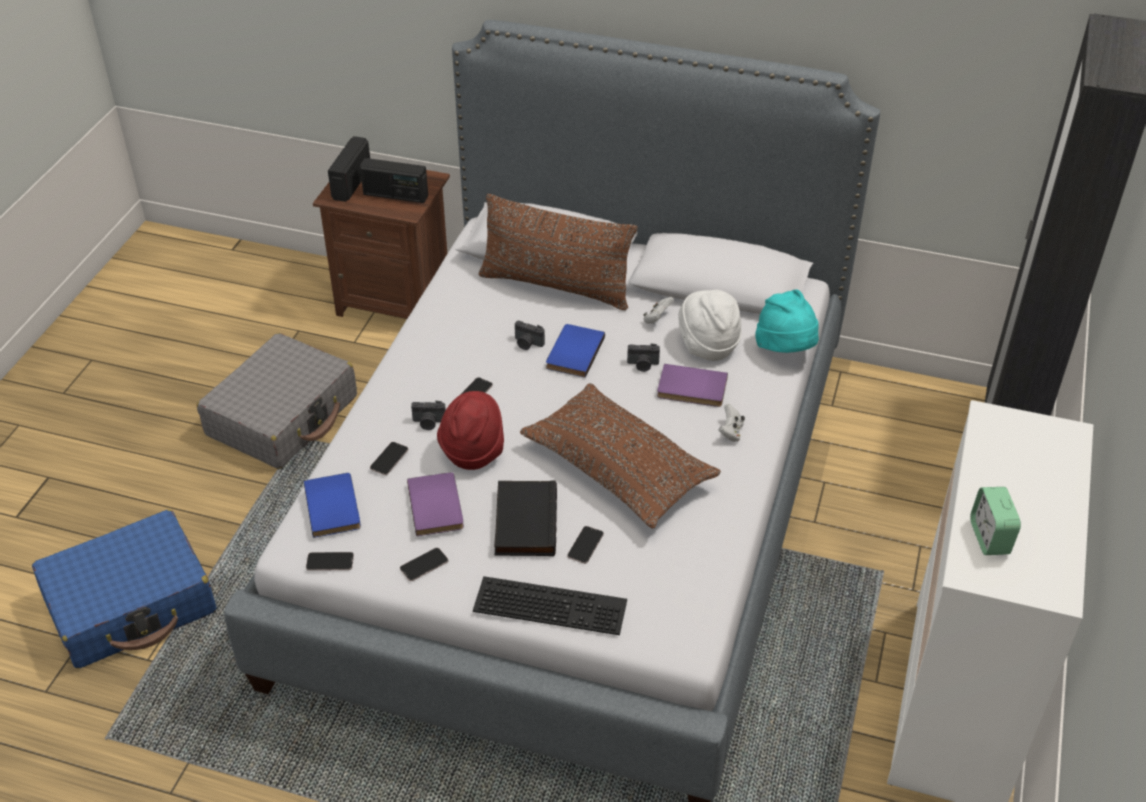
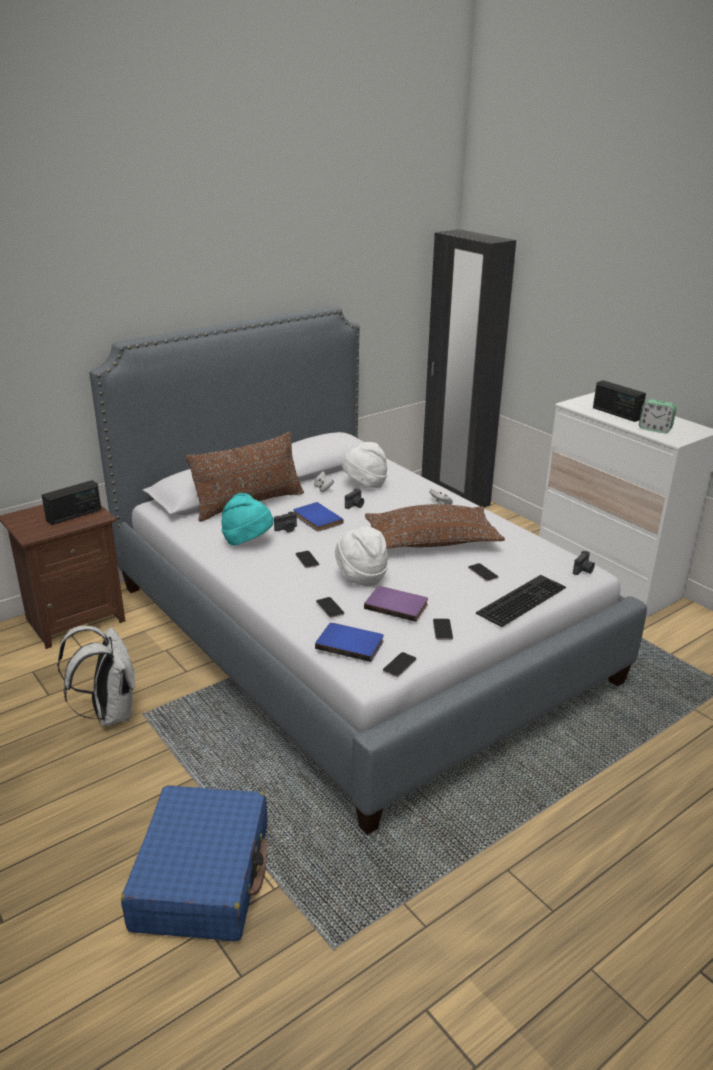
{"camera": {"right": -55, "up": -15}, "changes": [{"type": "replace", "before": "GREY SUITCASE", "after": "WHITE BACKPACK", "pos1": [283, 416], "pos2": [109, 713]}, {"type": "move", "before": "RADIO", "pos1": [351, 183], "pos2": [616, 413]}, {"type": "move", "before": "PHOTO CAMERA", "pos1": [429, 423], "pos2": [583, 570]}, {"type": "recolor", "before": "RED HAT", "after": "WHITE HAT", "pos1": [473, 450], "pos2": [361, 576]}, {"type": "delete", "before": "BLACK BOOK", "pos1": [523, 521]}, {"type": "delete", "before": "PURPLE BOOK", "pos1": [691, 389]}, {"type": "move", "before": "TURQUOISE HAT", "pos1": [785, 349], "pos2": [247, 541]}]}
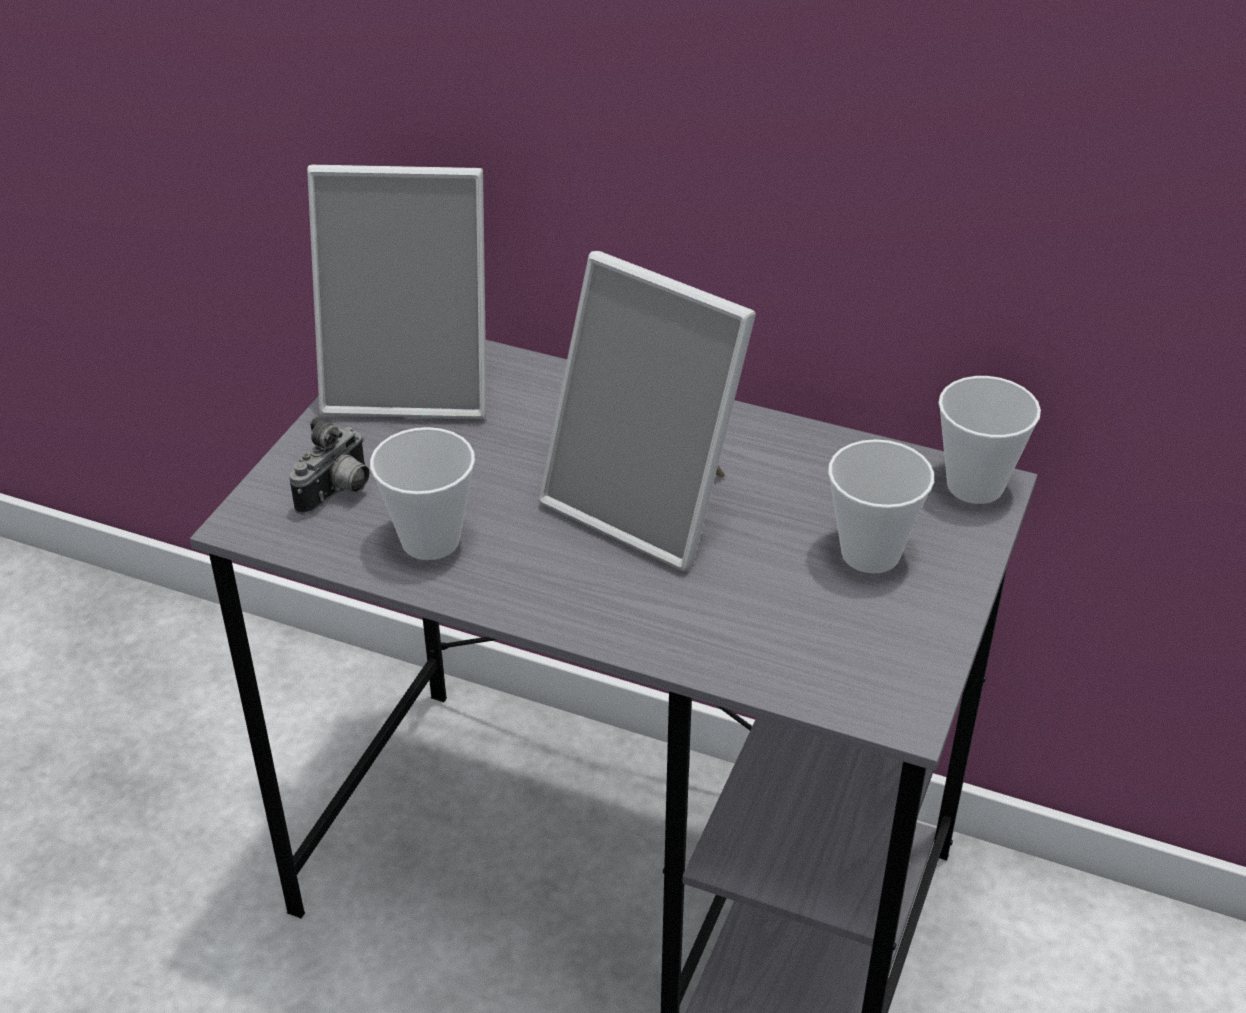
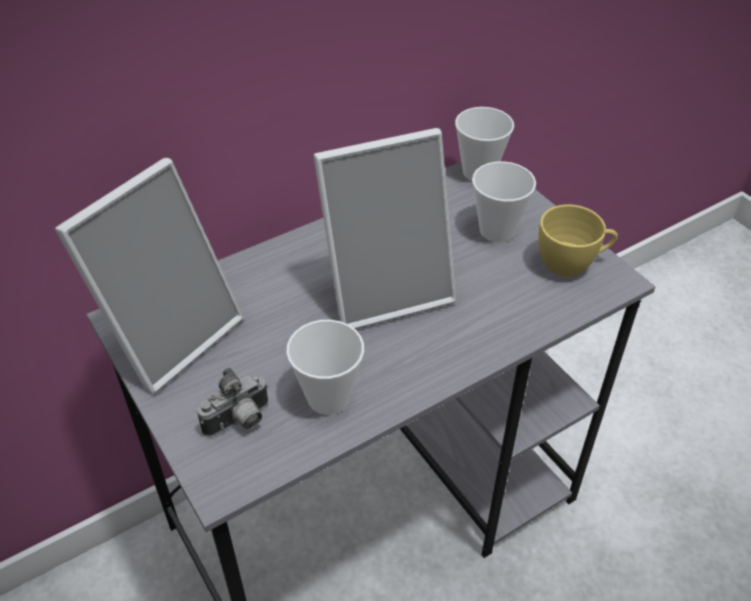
{"camera": {"right": -55, "up": 5}, "changes": [{"type": "rotate", "before": "PHOTO CAMERA", "pos1": [338, 493], "pos2": [239, 422], "turn": 75}, {"type": "insert", "after": "YELLOW CUP", "pos2": [572, 264]}]}
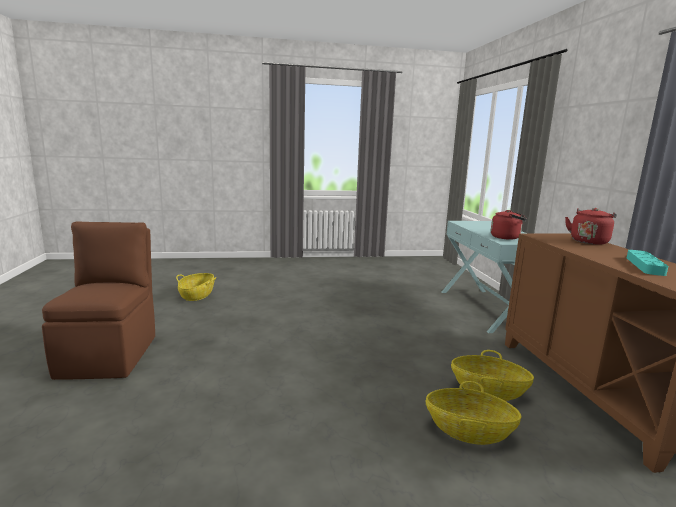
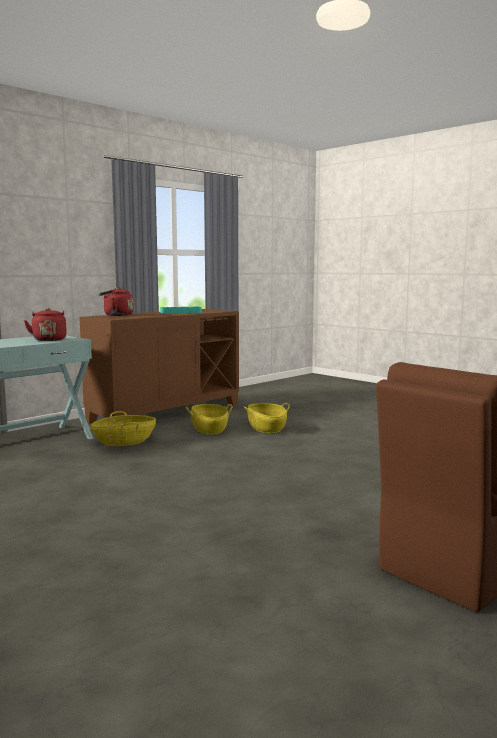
{"camera": {"right": -125, "up": -5}, "changes": [{"type": "move", "before": "BASKET", "pos1": [197, 295], "pos2": [124, 441]}]}
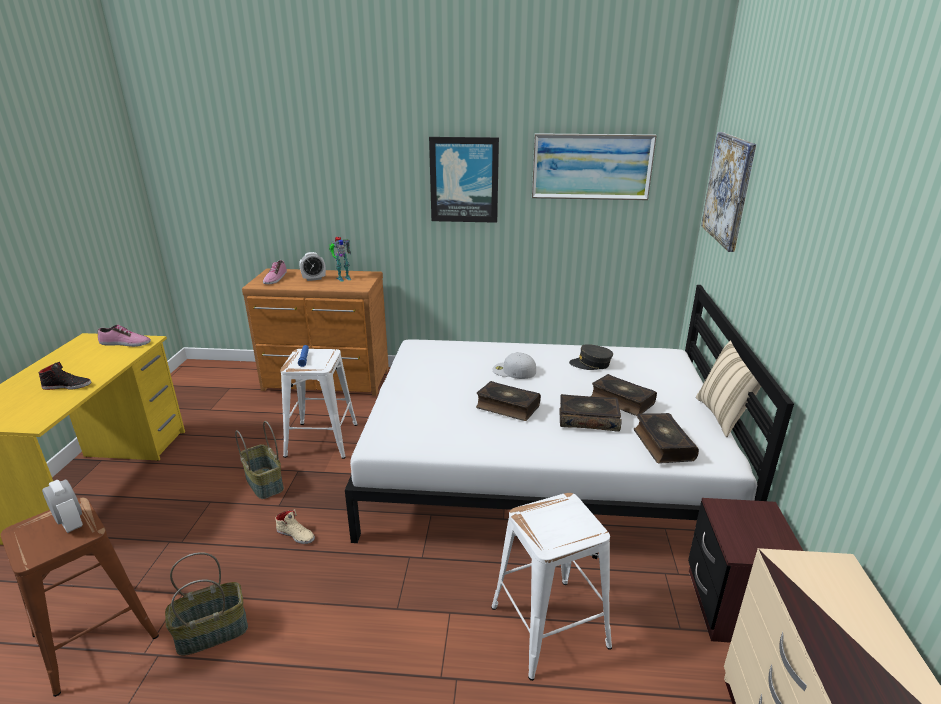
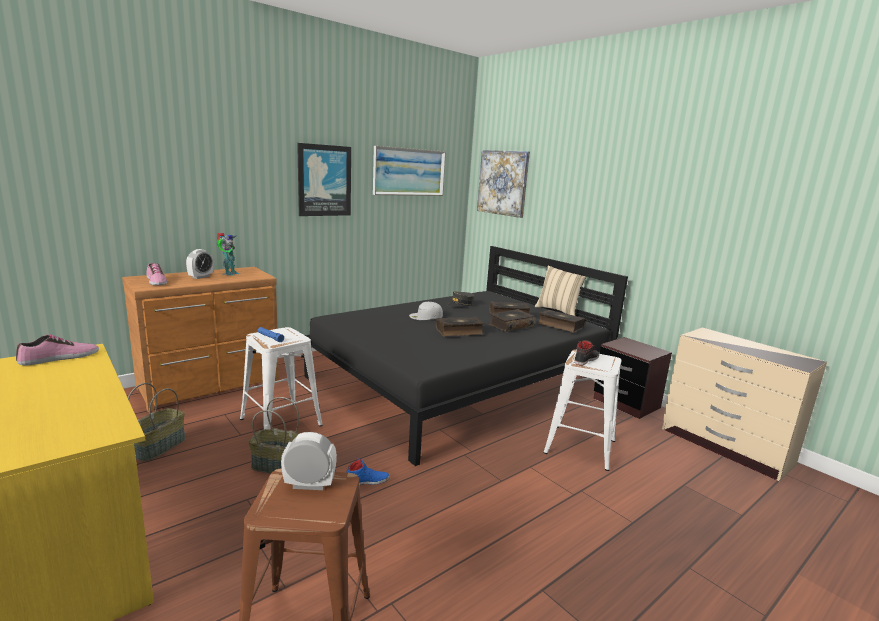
{"camera": {"right": -45, "up": -10}, "changes": [{"type": "move", "before": "BLACK SHOE", "pos1": [67, 386], "pos2": [586, 359]}, {"type": "move", "before": "BASKET", "pos1": [213, 631], "pos2": [159, 446]}, {"type": "recolor", "before": "BEIGE SHOE", "after": "BLUE SHOE", "pos1": [296, 534], "pos2": [367, 481]}, {"type": "recolor", "before": "WHITE BED", "after": "BLACK BED", "pos1": [542, 466], "pos2": [460, 382]}]}
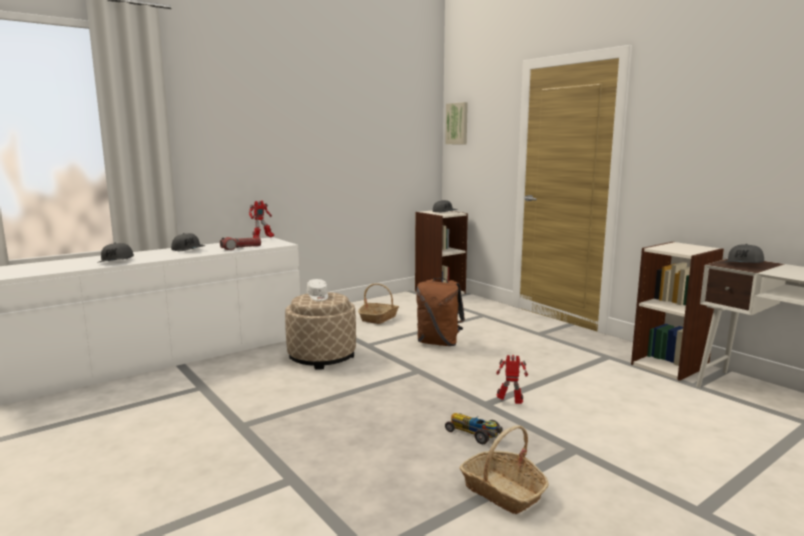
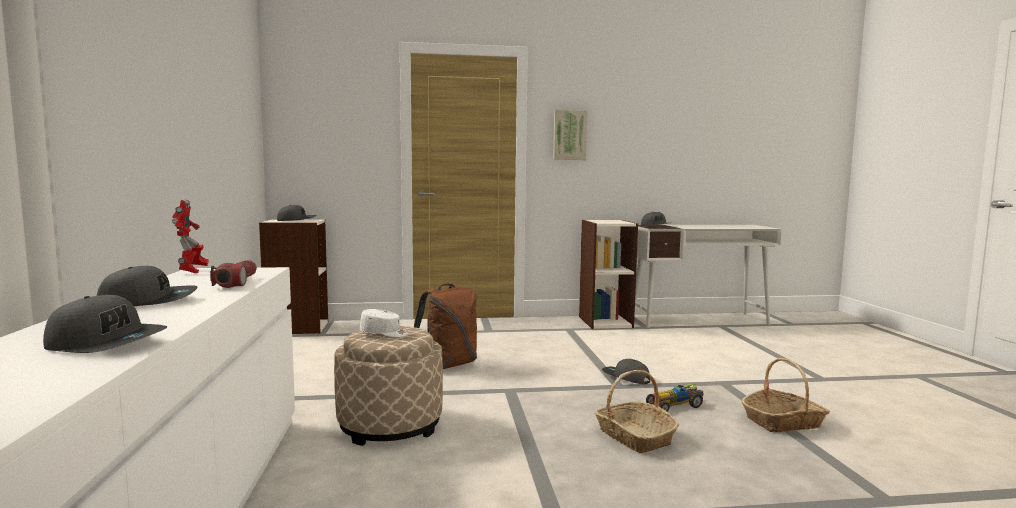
{"camera": {"right": -60, "up": -5}, "changes": [{"type": "move", "before": "BASKET", "pos1": [379, 318], "pos2": [634, 436]}, {"type": "move", "before": "PICTURE", "pos1": [457, 123], "pos2": [569, 135]}, {"type": "replace", "before": "TOY ROBOT", "after": "GREY CAP", "pos1": [510, 403], "pos2": [625, 378]}]}
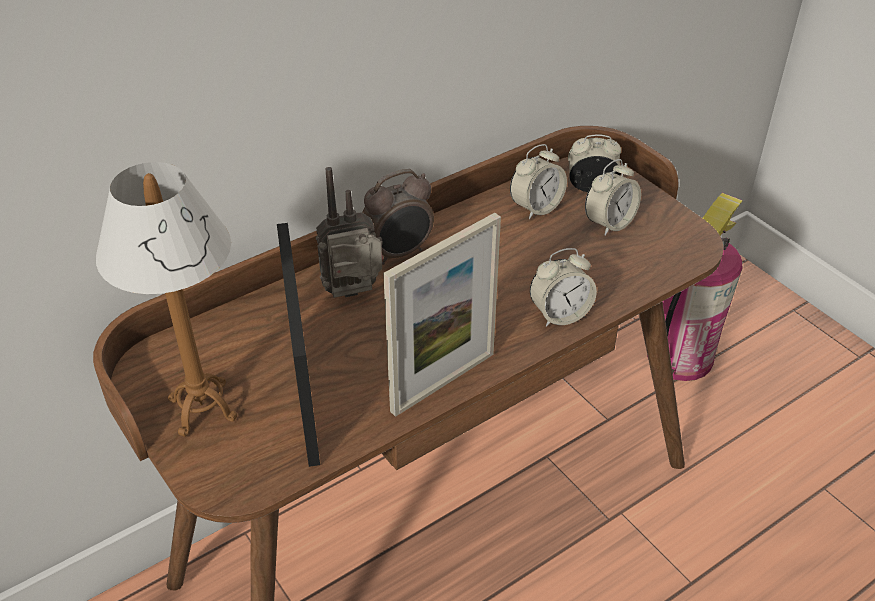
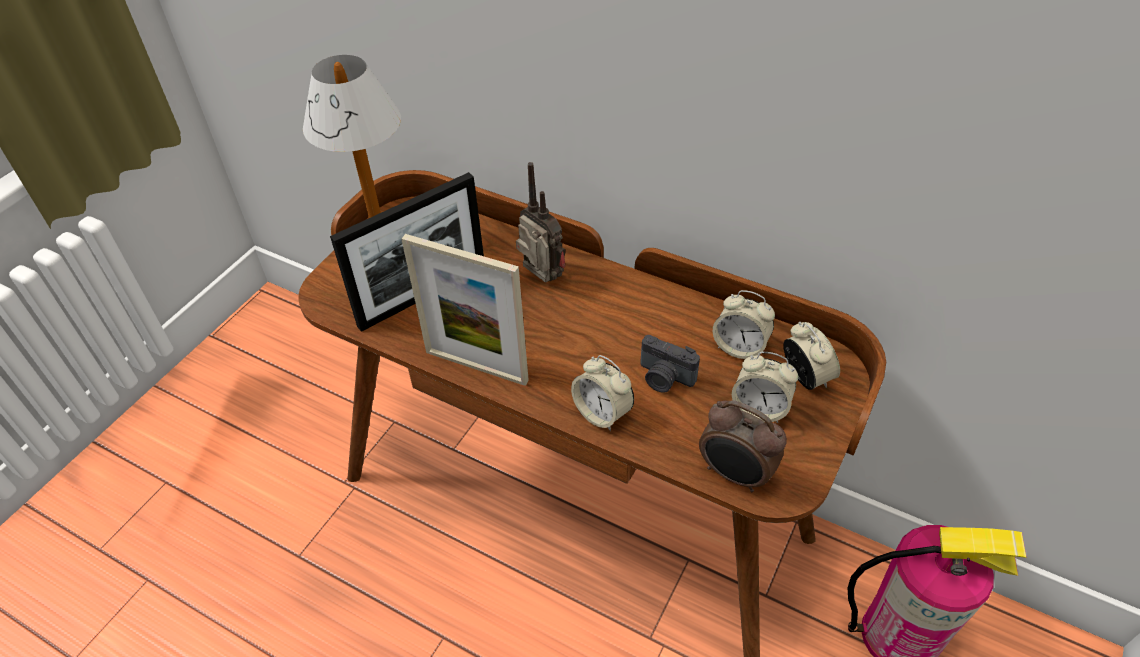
{"camera": {"right": 65, "up": 5}, "changes": [{"type": "move", "before": "ALARM CLOCK", "pos1": [399, 253], "pos2": [734, 475]}, {"type": "insert", "after": "PHOTO CAMERA", "pos2": [664, 378]}]}
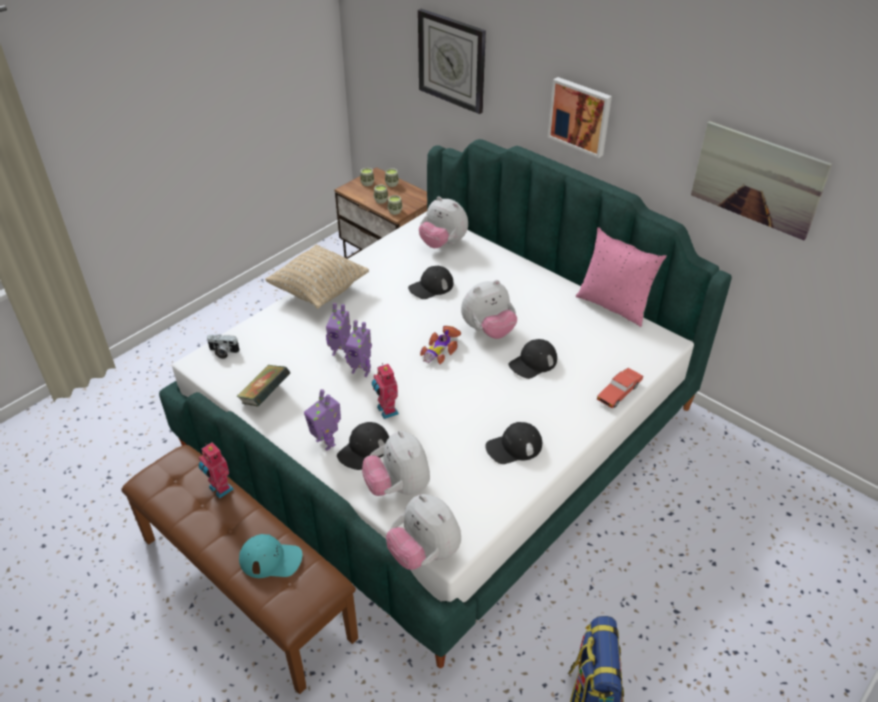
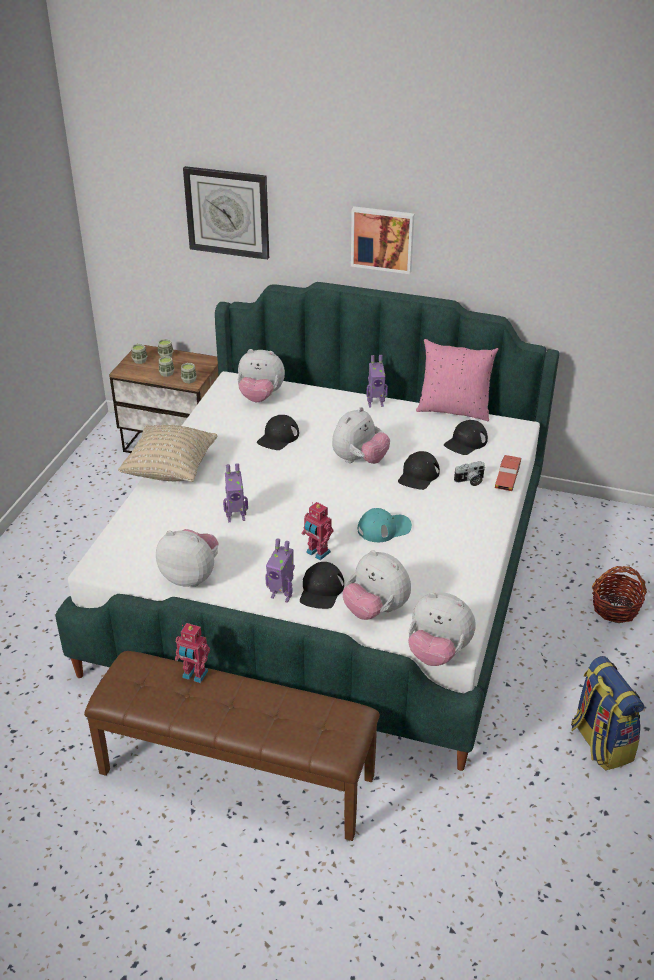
{"camera": {"right": -25, "up": -5}, "changes": [{"type": "move", "before": "PHOTO CAMERA", "pos1": [223, 352], "pos2": [470, 481]}, {"type": "replace", "before": "BOOK", "after": "PLUSH TOY", "pos1": [265, 396], "pos2": [191, 576]}, {"type": "move", "before": "TURQUOISE CAP", "pos1": [271, 559], "pos2": [384, 528]}, {"type": "move", "before": "TOY ROBOT", "pos1": [361, 371], "pos2": [375, 404]}, {"type": "delete", "before": "TOY CAR", "pos1": [440, 350]}, {"type": "move", "before": "BLACK CAP", "pos1": [513, 447], "pos2": [465, 442]}, {"type": "delete", "before": "PICTURE", "pos1": [757, 179]}, {"type": "insert", "after": "BASKET", "pos2": [615, 608]}]}
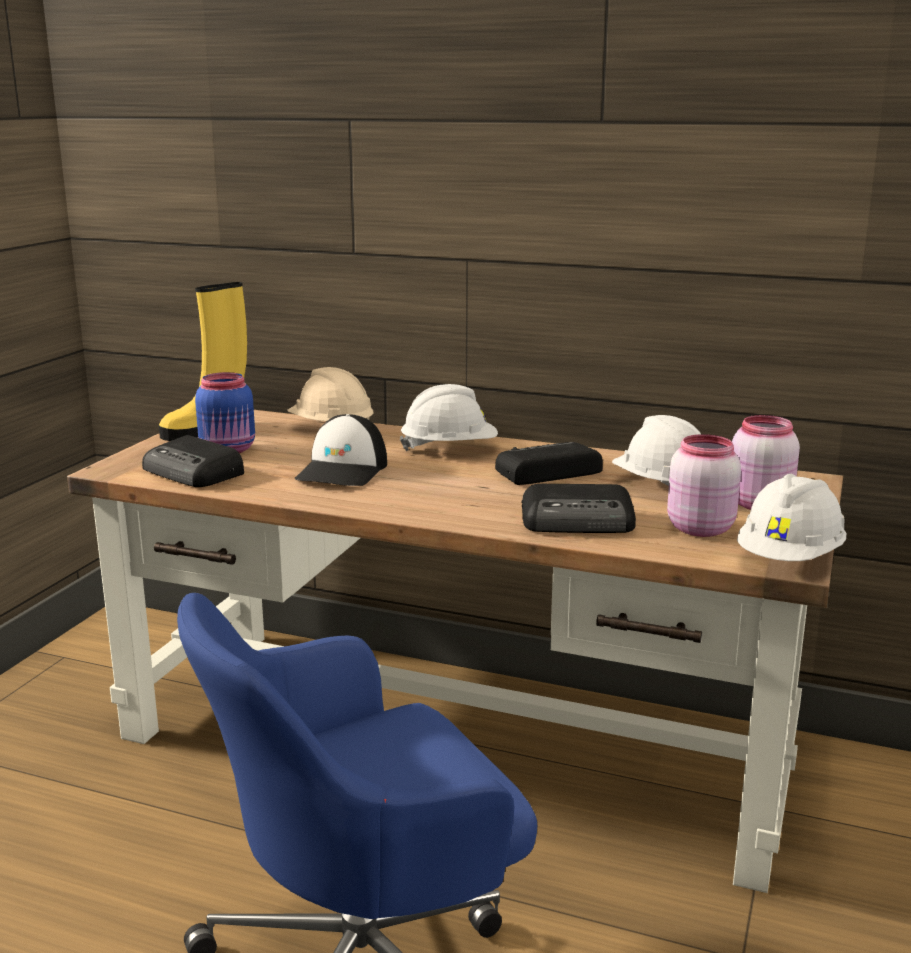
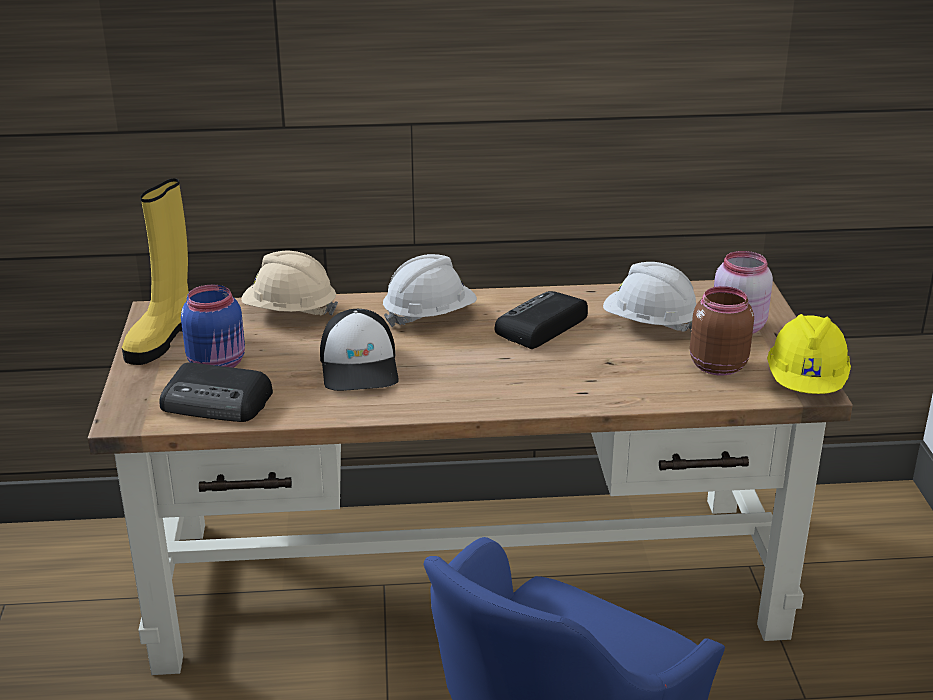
{"camera": {"right": -25, "up": 10}, "changes": [{"type": "delete", "before": "RADIO", "pos1": [579, 521]}, {"type": "recolor", "before": "PINK JAR", "after": "BROWN JAR", "pos1": [699, 528], "pos2": [716, 365]}, {"type": "recolor", "before": "WHITE HARD HAT", "after": "YELLOW HARD HAT", "pos1": [789, 559], "pos2": [806, 383]}]}
